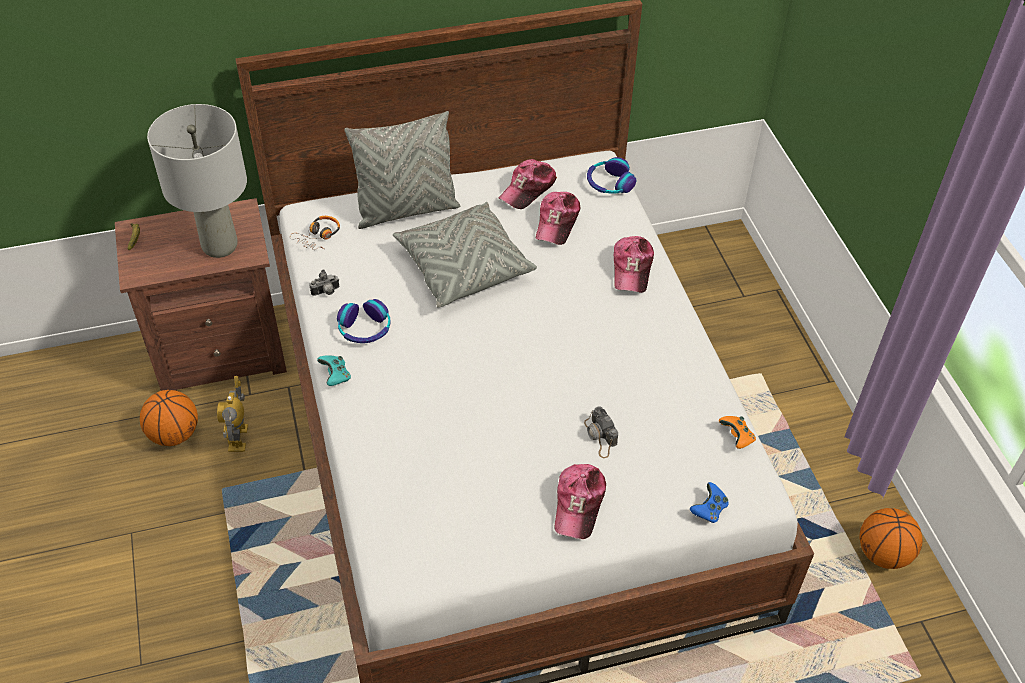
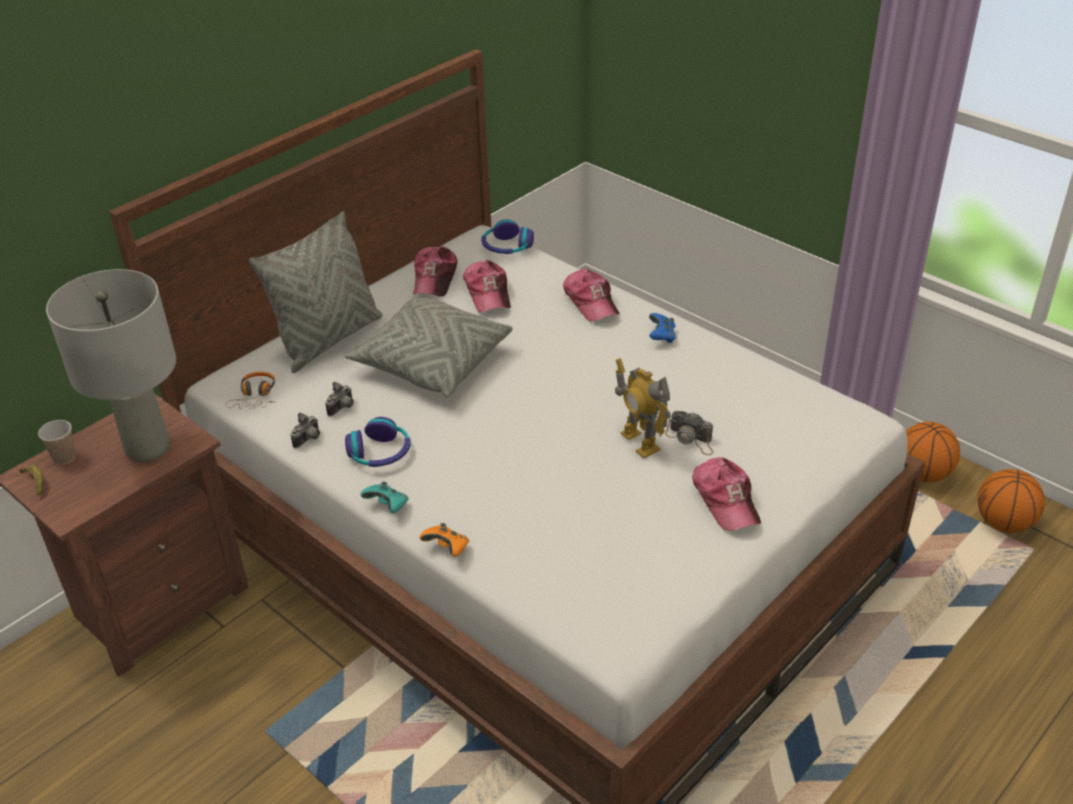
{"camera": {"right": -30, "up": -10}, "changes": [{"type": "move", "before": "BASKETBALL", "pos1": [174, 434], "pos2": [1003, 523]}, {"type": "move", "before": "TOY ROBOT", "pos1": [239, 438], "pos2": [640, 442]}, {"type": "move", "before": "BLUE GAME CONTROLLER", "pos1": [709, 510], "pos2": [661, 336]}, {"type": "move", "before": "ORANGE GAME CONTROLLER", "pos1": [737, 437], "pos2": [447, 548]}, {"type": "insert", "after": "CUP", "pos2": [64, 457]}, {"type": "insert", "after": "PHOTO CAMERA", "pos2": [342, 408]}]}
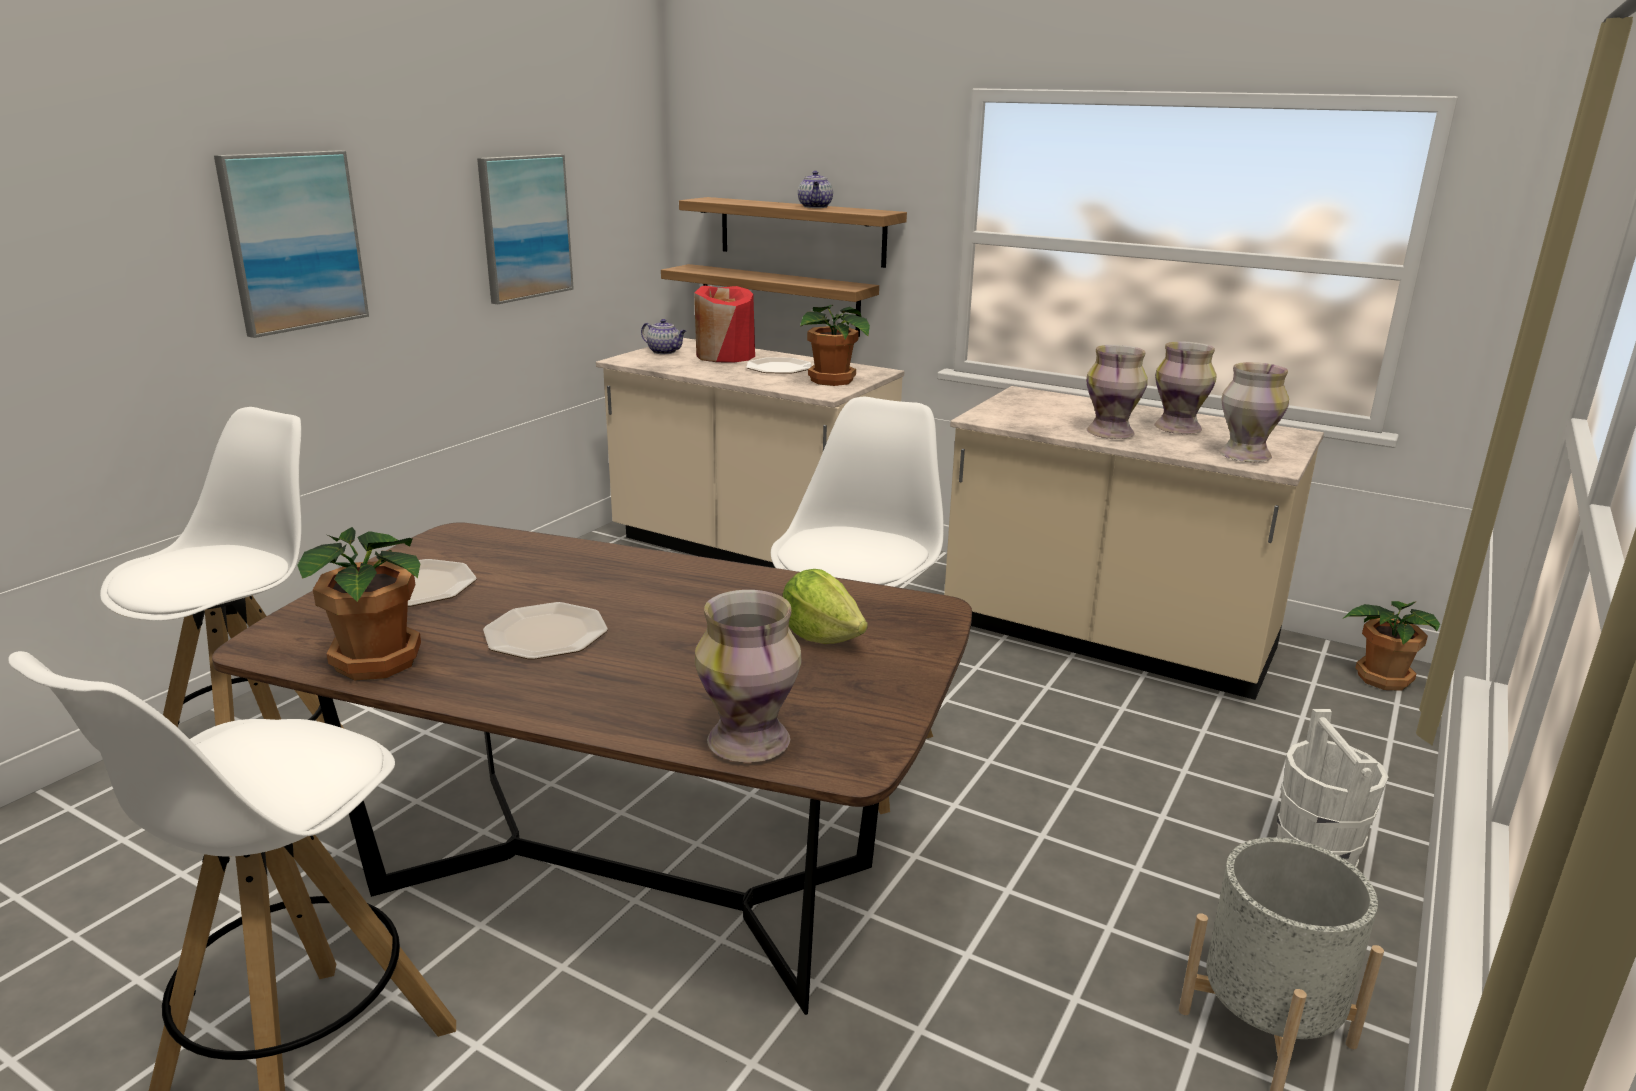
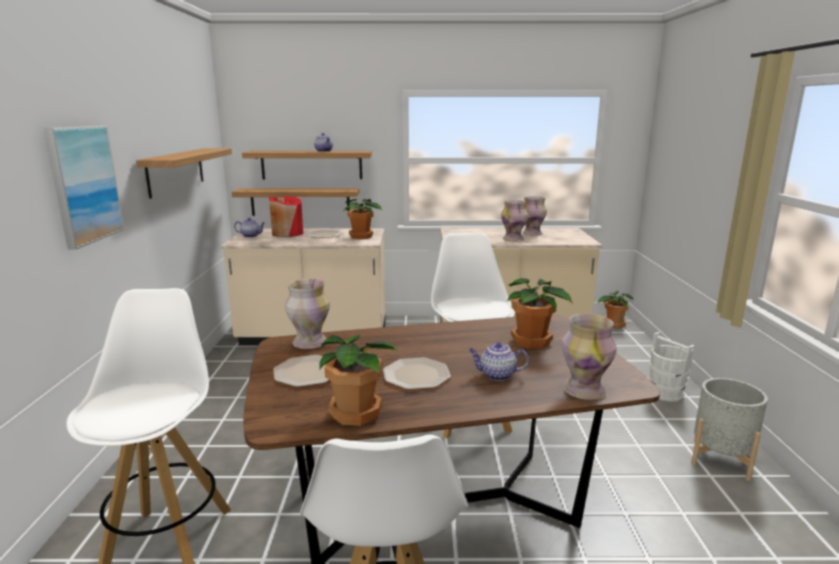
{"camera": {"right": -30, "up": -5}, "changes": [{"type": "replace", "before": "PICTURE", "after": "SHELF", "pos1": [524, 227], "pos2": [176, 171]}, {"type": "replace", "before": "LETTUCE", "after": "POTTED PLANT", "pos1": [821, 635], "pos2": [532, 342]}, {"type": "move", "before": "VASE", "pos1": [1243, 456], "pos2": [309, 343]}, {"type": "insert", "after": "TEAPOT", "pos2": [496, 375]}]}
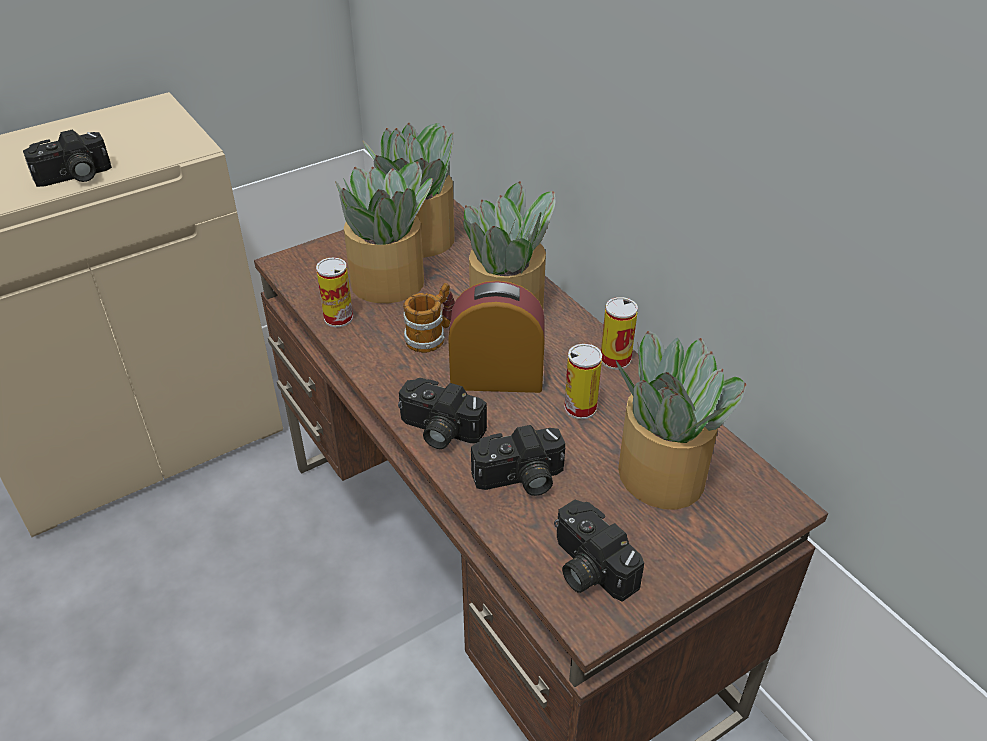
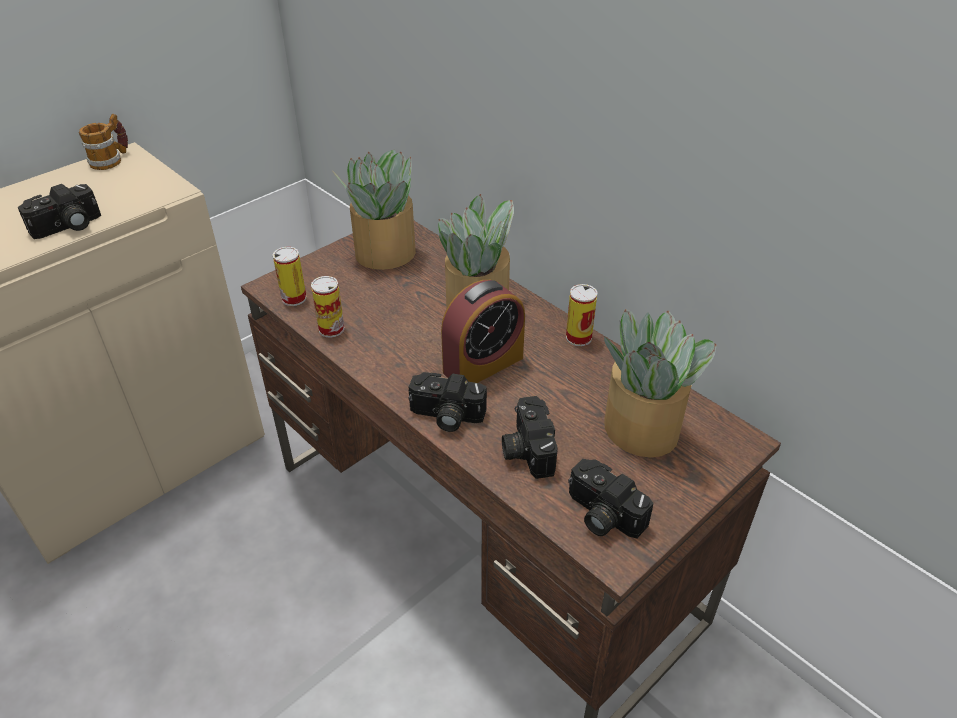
{"camera": {"right": -10, "up": 0}, "changes": [{"type": "delete", "before": "POTTED PLANT", "pos1": [389, 283]}, {"type": "move", "before": "MUG", "pos1": [431, 336], "pos2": [111, 160]}, {"type": "rotate", "before": "ALARM CLOCK", "pos1": [496, 378], "pos2": [483, 365], "turn": 150}, {"type": "rotate", "before": "PHOTO CAMERA", "pos1": [520, 480], "pos2": [526, 449], "turn": 105}, {"type": "move", "before": "CAN", "pos1": [580, 408], "pos2": [294, 298]}]}
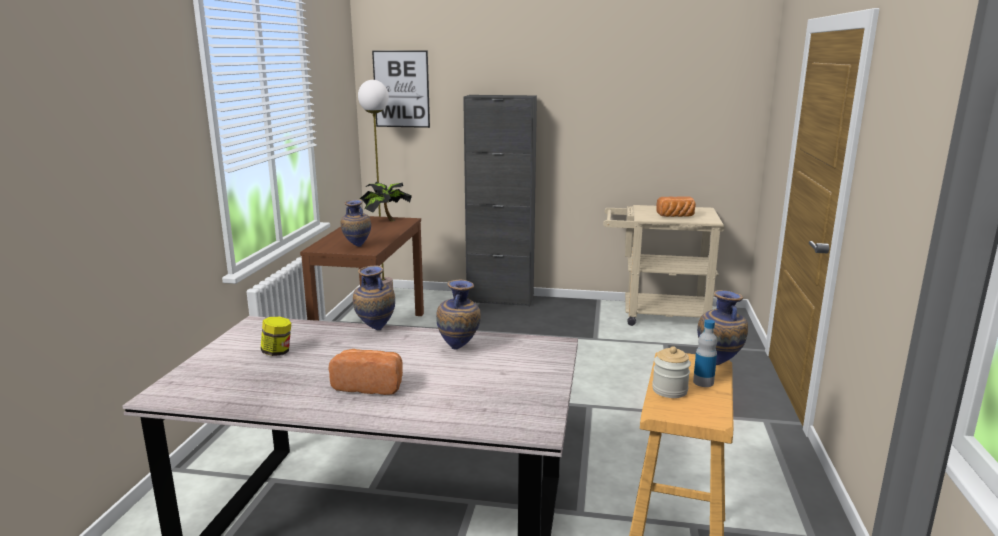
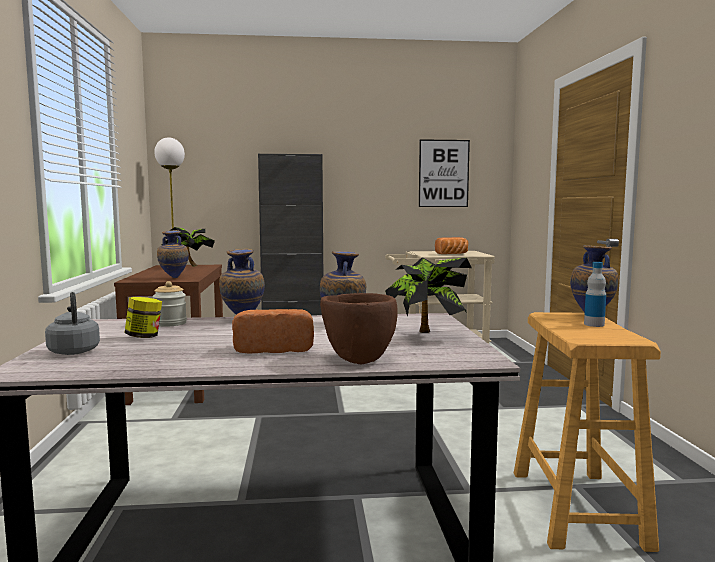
{"camera": {"right": -15, "up": -10}, "changes": [{"type": "move", "before": "PICTURE", "pos1": [401, 89], "pos2": [443, 173]}, {"type": "move", "before": "JAR", "pos1": [669, 390], "pos2": [170, 323]}, {"type": "insert", "after": "GREY KETTLE", "pos2": [74, 351]}, {"type": "insert", "after": "BROWN BOWL", "pos2": [358, 359]}, {"type": "insert", "after": "POTTED PLANT", "pos2": [426, 334]}]}
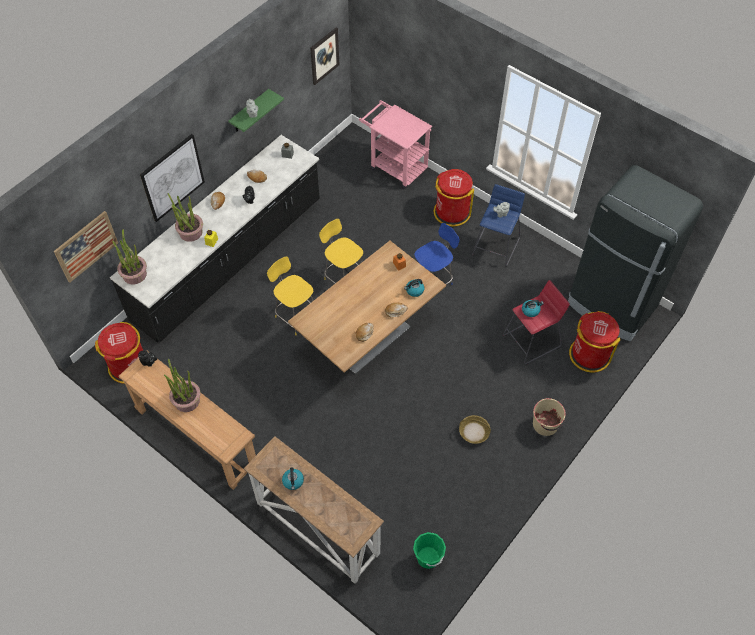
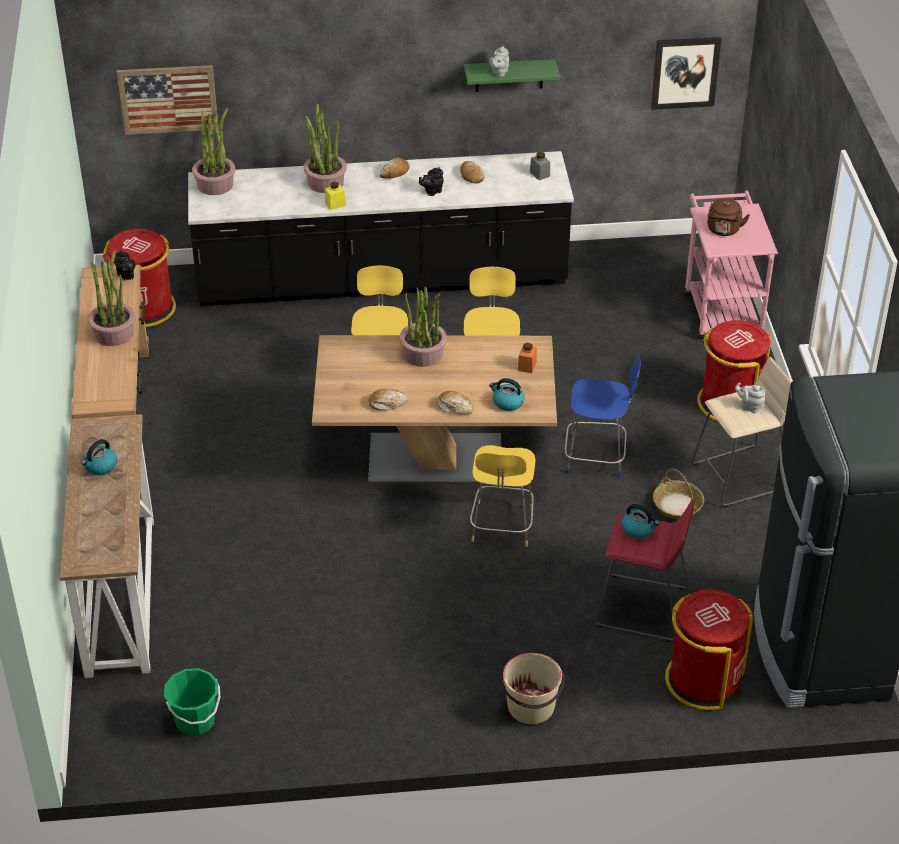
{"camera": {"right": 45, "up": -15}, "changes": [{"type": "delete", "before": "PICTURE", "pos1": [172, 177]}, {"type": "move", "before": "BASKET", "pos1": [473, 432], "pos2": [677, 505]}, {"type": "recolor", "before": "BLUE STOOL", "after": "BEIGE STOOL", "pos1": [495, 246], "pos2": [739, 476]}, {"type": "insert", "after": "POTTED PLANT", "pos2": [423, 354]}, {"type": "insert", "after": "YELLOW CHAIR", "pos2": [501, 526]}, {"type": "insert", "after": "BROWN KETTLE", "pos2": [723, 230]}]}
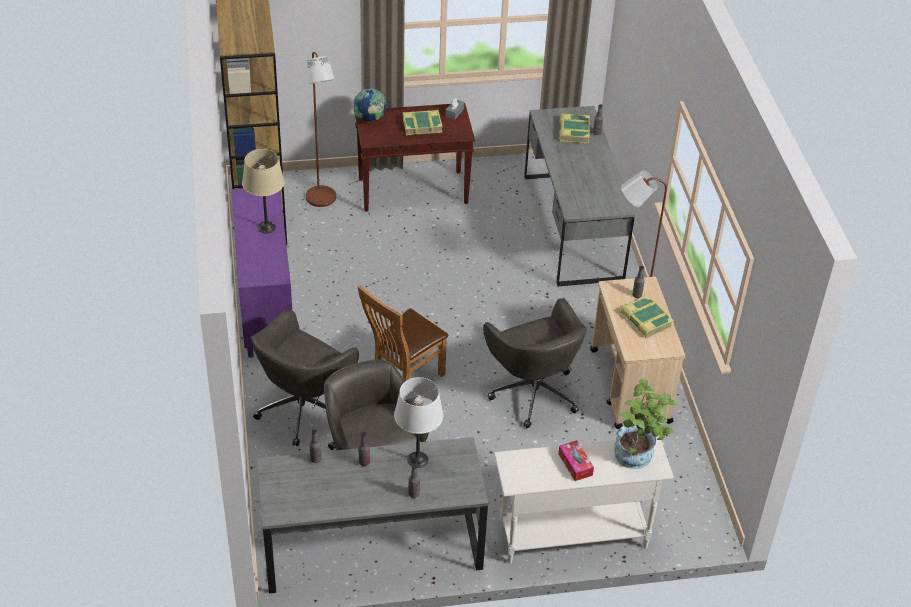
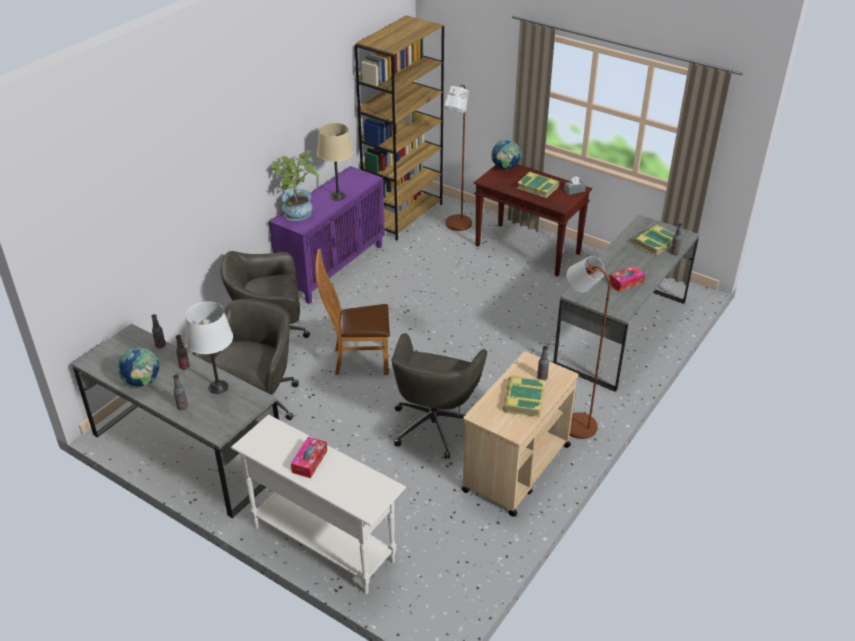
{"camera": {"right": 45, "up": -5}, "changes": [{"type": "move", "before": "POTTED PLANT", "pos1": [638, 457], "pos2": [298, 215]}, {"type": "insert", "after": "GLOBE", "pos2": [143, 383]}, {"type": "insert", "after": "TISSUE BOX", "pos2": [626, 283]}]}
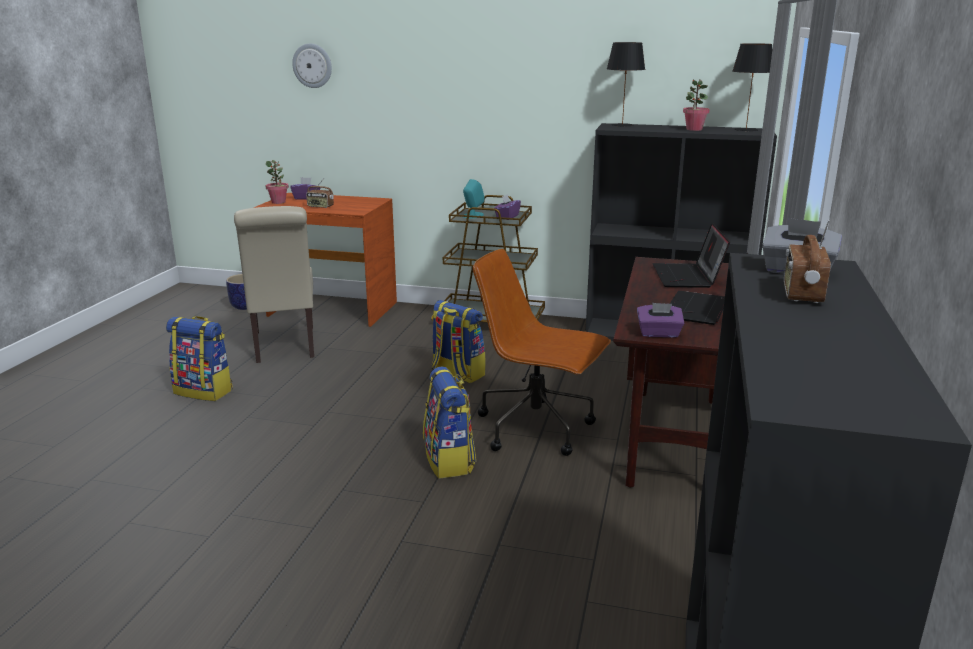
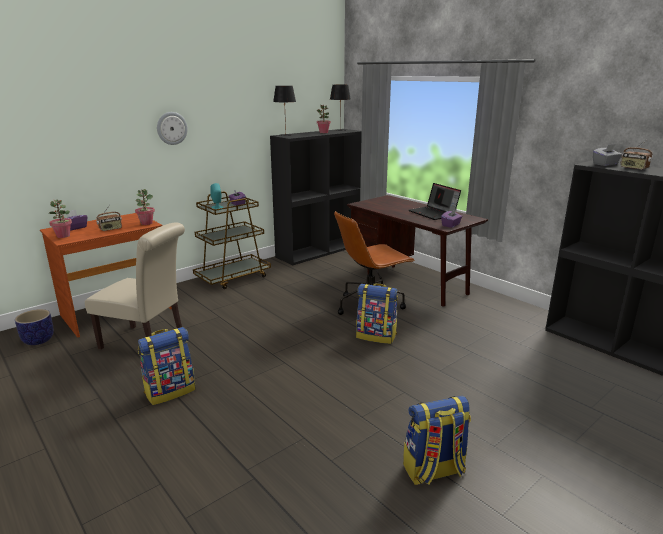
{"camera": {"right": -55, "up": 0}, "changes": [{"type": "move", "before": "WALL CLOCK", "pos1": [312, 65], "pos2": [171, 128]}, {"type": "move", "before": "BACKPACK", "pos1": [457, 374], "pos2": [434, 471]}, {"type": "delete", "before": "LAPTOP", "pos1": [688, 277]}, {"type": "insert", "after": "POTTED PLANT", "pos2": [146, 223]}]}
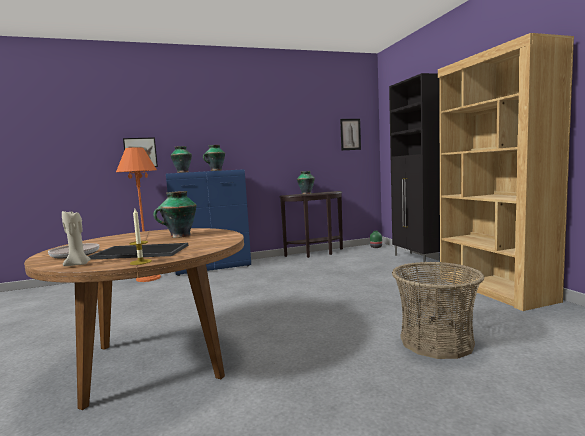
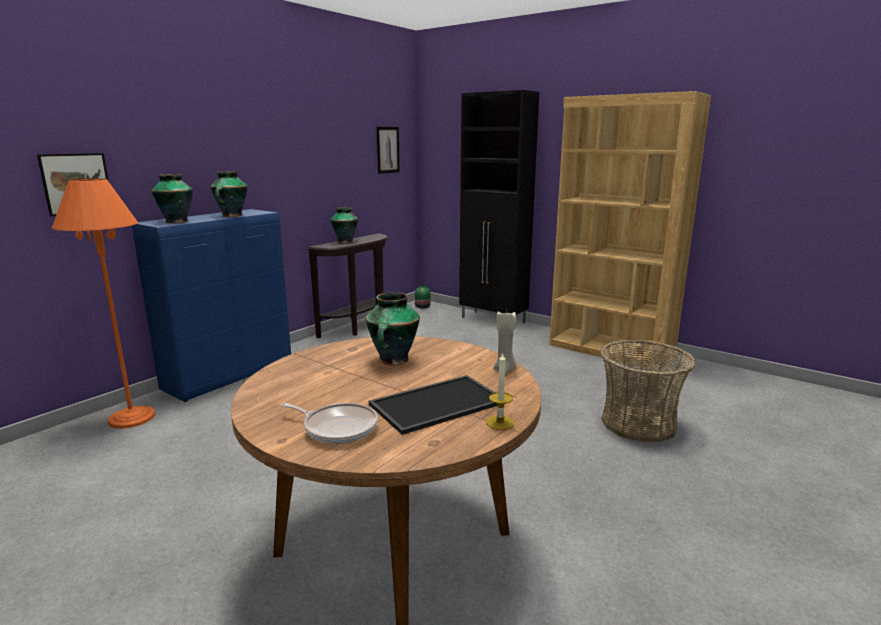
{"camera": {"right": -35, "up": 10}, "changes": [{"type": "move", "before": "BEIGE CANDLE", "pos1": [78, 265], "pos2": [505, 370]}]}
